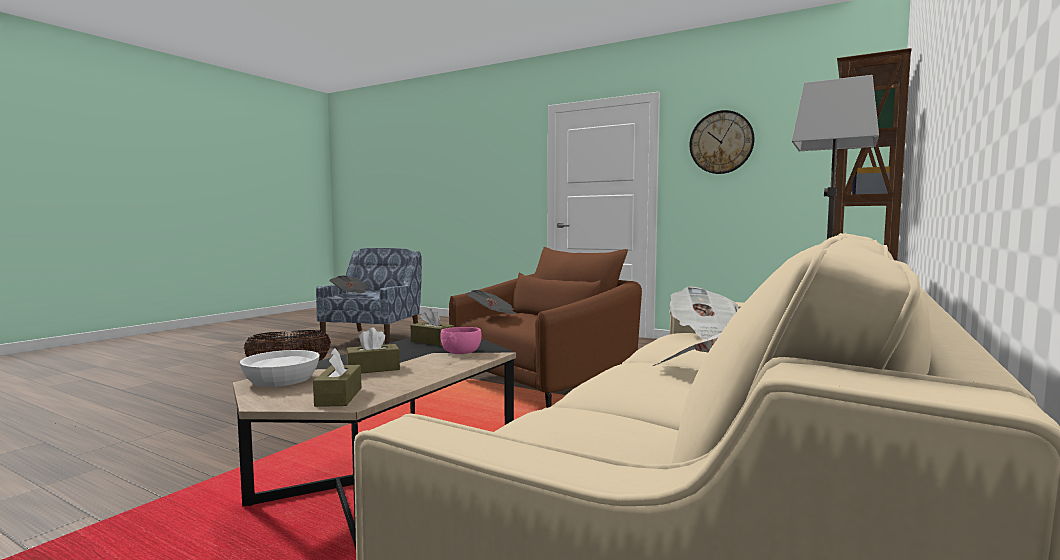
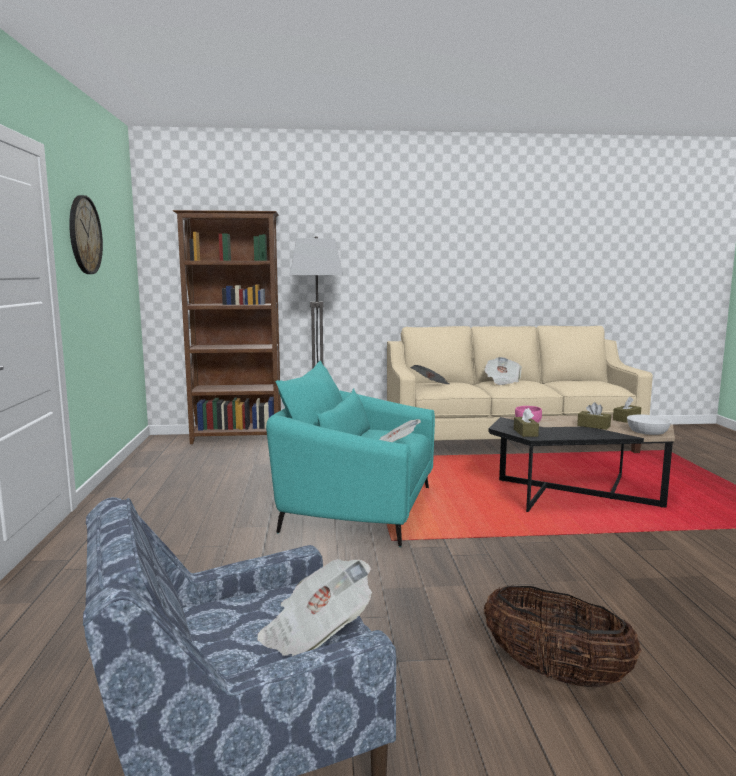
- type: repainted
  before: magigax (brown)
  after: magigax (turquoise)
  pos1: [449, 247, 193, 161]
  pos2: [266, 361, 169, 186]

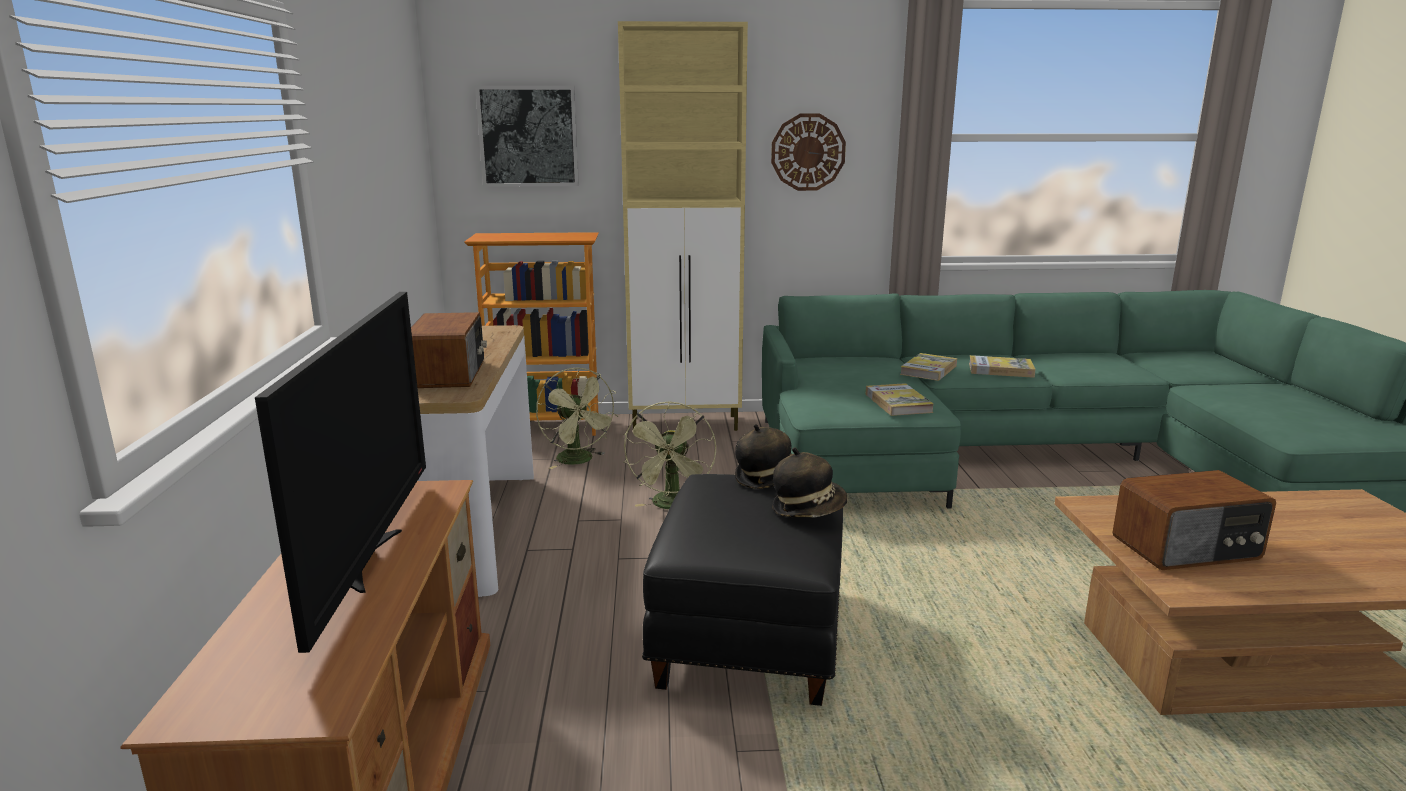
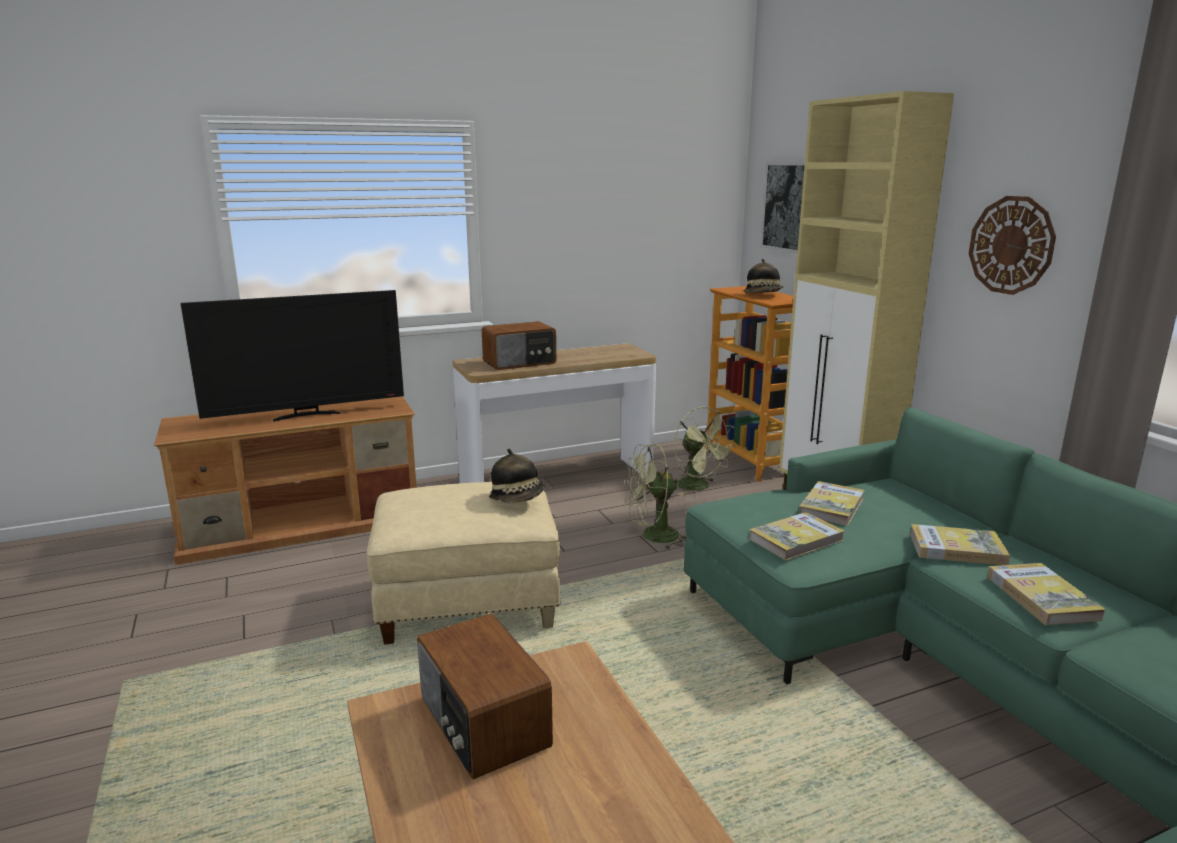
- type: new
  after: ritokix
  pos2: [799, 481, 66, 45]
- type: shifted
  before: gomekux
  pos1: [772, 447, 76, 70]
  pos2: [744, 259, 39, 34]
- type: repainted
  before: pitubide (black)
  after: pitubide (beige)
  pos1: [642, 474, 201, 232]
  pos2: [367, 482, 194, 163]
- type: rotated
  before: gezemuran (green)
  pos1: [536, 368, 82, 101]
  pos2: [674, 407, 61, 88]
  turn: -75

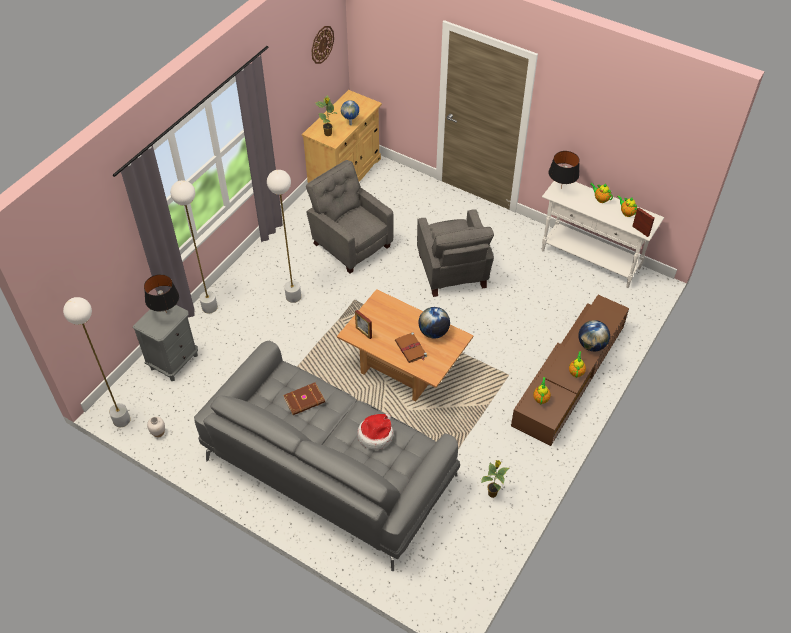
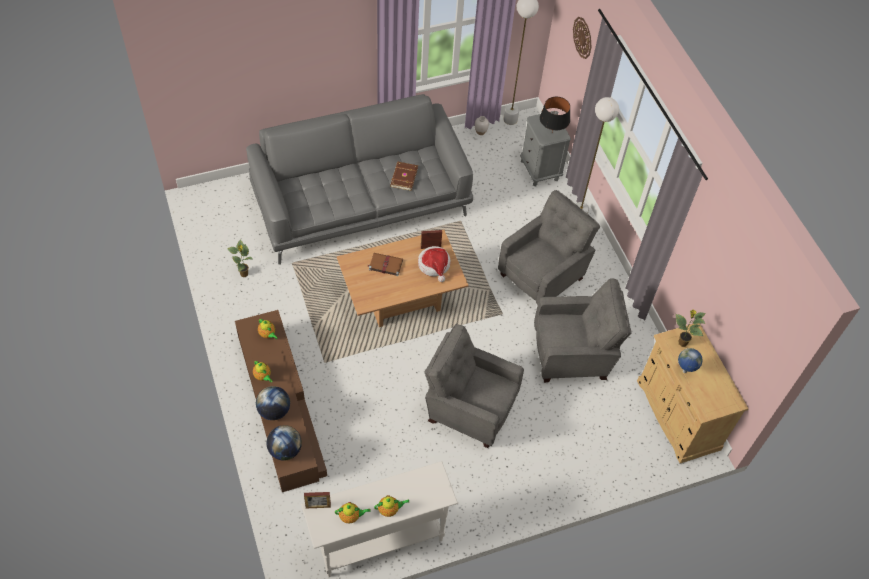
- type: gone
  before: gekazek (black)
  pos1: [549, 151, 31, 38]
- type: shifted
  before: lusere
  pos1: [311, 26, 23, 38]
  pos2: [573, 17, 19, 42]
- type: shifted
  before: gomekux
  pos1: [358, 414, 35, 36]
  pos2: [418, 246, 32, 36]
- type: shifted
  before: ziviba
  pos1: [418, 307, 32, 32]
  pos2: [267, 425, 35, 36]
- type: swapped
  before: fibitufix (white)
  after: magigax (grey)
  pos1: [267, 170, 34, 133]
  pos2: [498, 190, 102, 115]

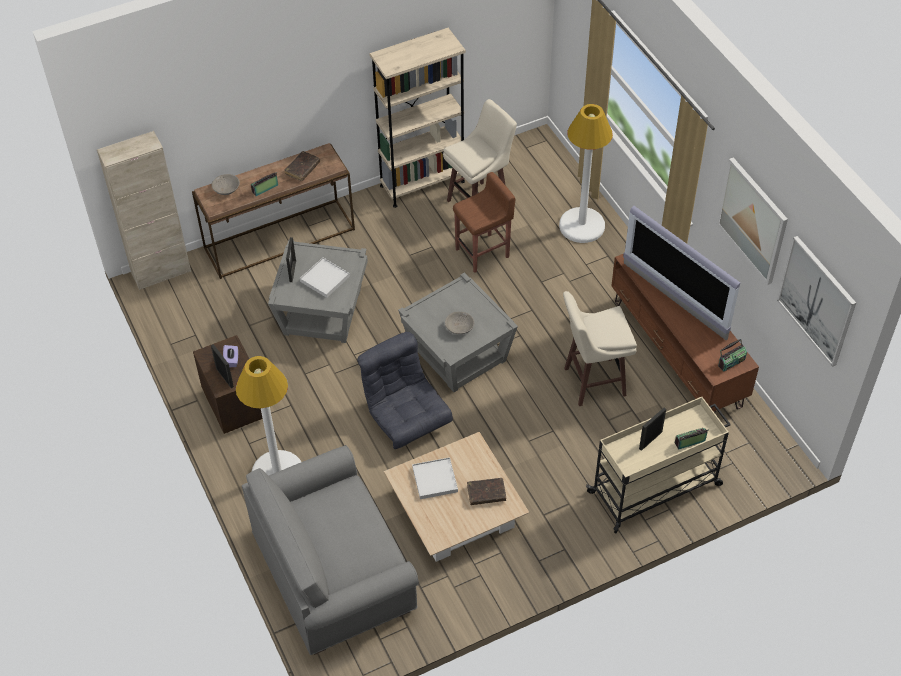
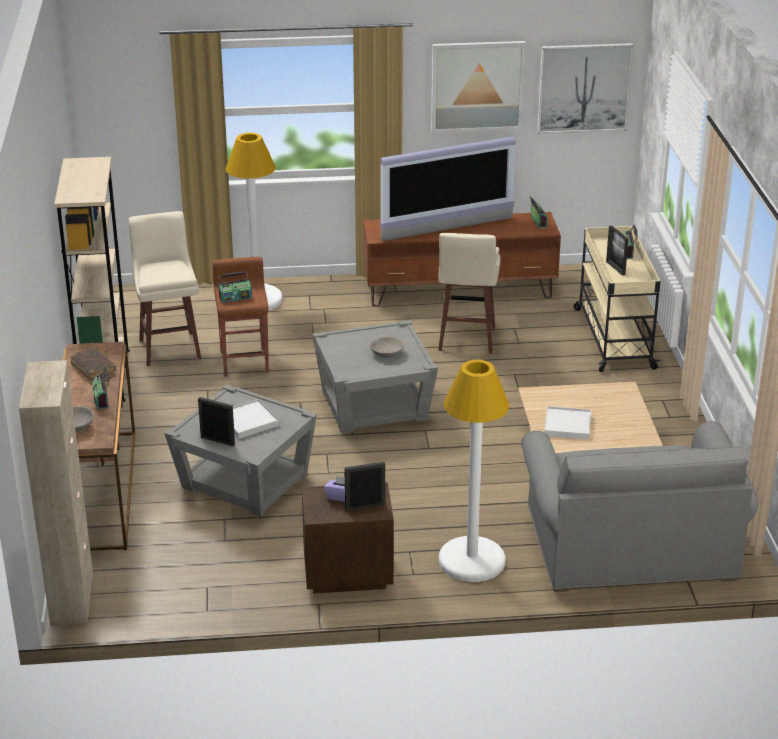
- type: gone
  before: magigax (grey)
  pos1: [357, 332, 96, 117]
- type: gone
  before: ritokix (brown)
  pos1: [467, 478, 39, 27]
- type: new
  after: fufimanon
  pos2: [218, 271, 34, 32]

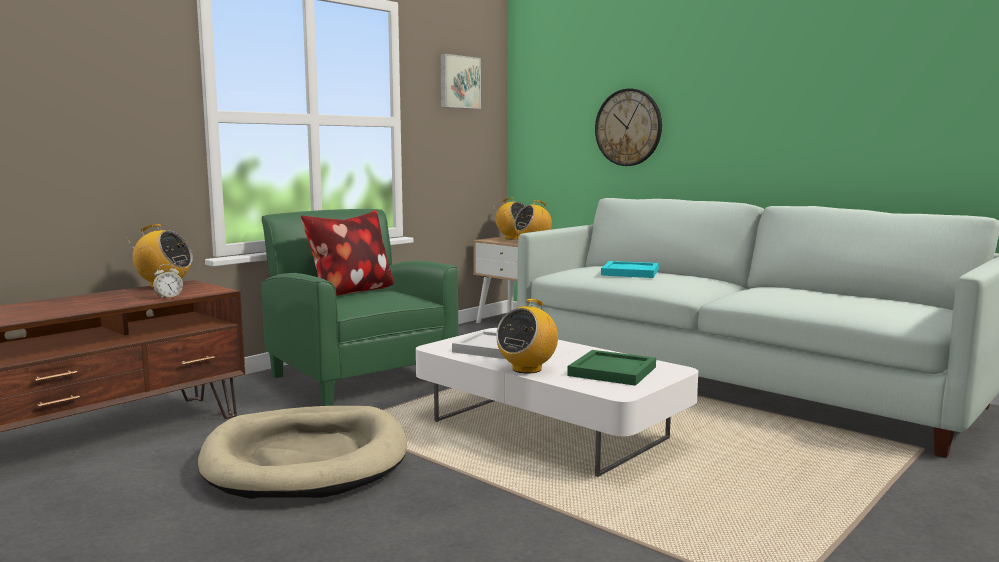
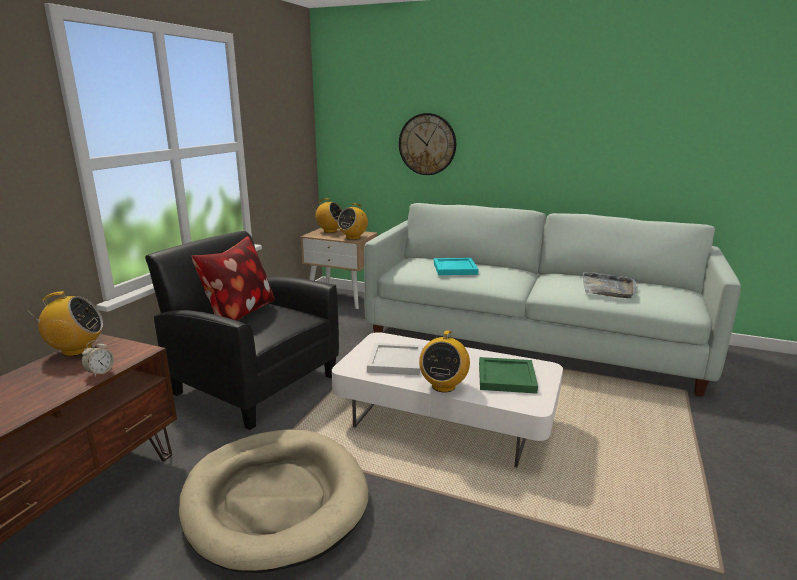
- type: gone
  before: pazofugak
  pos1: [440, 54, 41, 55]
- type: new
  after: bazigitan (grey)
  pos2: [583, 272, 54, 26]
- type: repainted
  before: magigax (green)
  after: magigax (black)
  pos1: [261, 209, 197, 197]
  pos2: [145, 231, 194, 199]

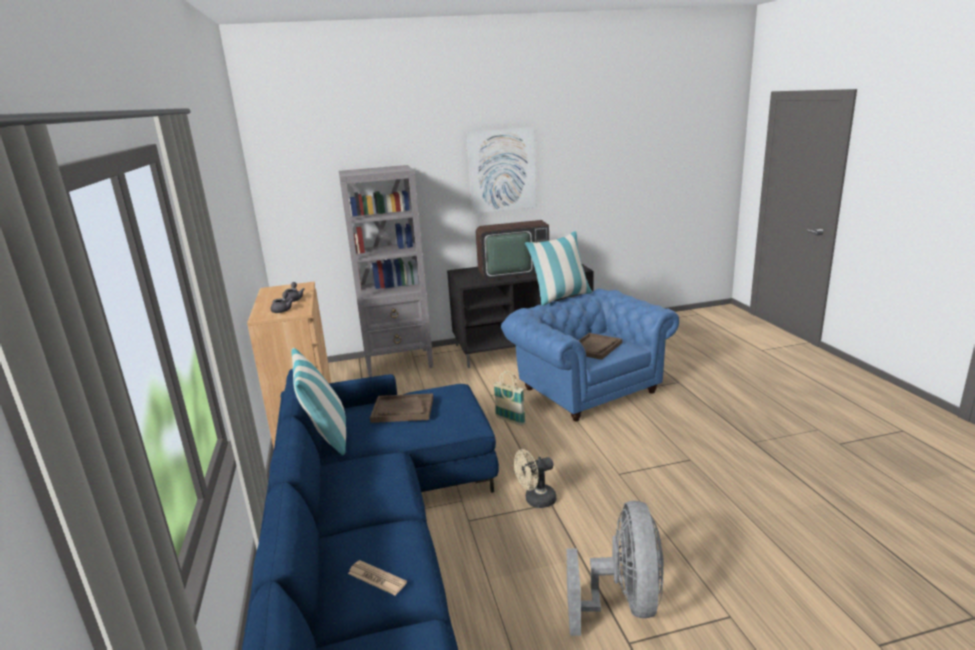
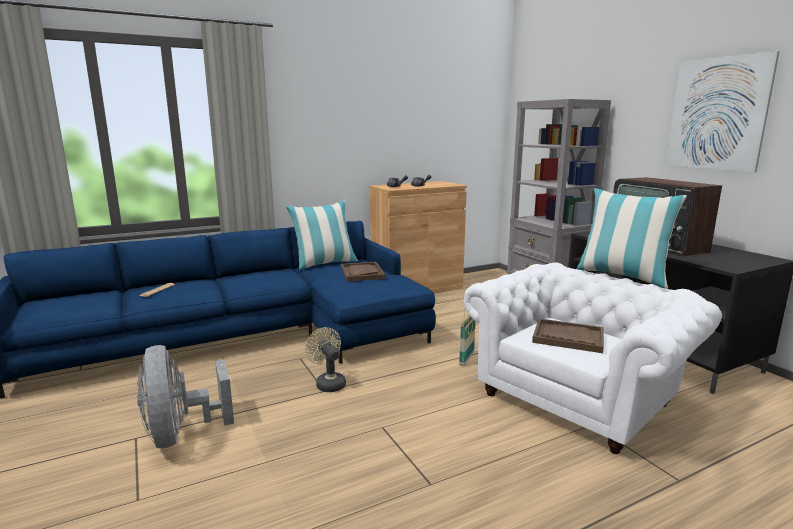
- type: repainted
  before: magigax (blue)
  after: magigax (white)
  pos1: [501, 289, 178, 132]
  pos2: [464, 263, 258, 191]
- type: rotated
  before: gezemuran (grey)
  pos1: [567, 501, 97, 135]
  pos2: [137, 345, 97, 103]
  turn: 75

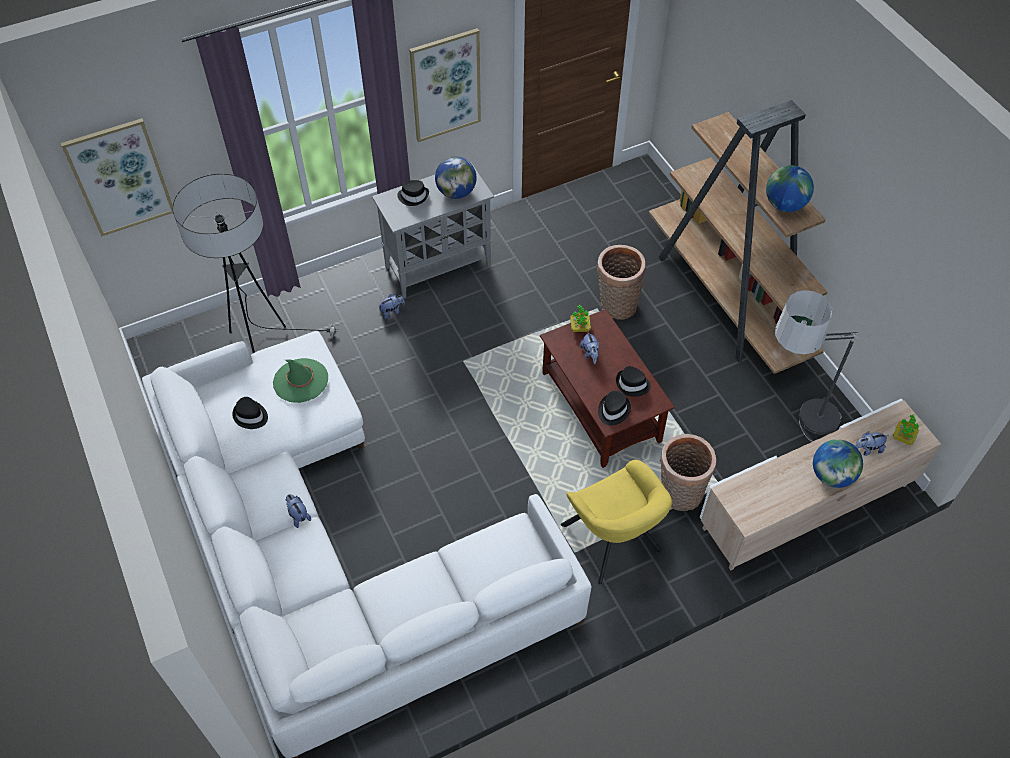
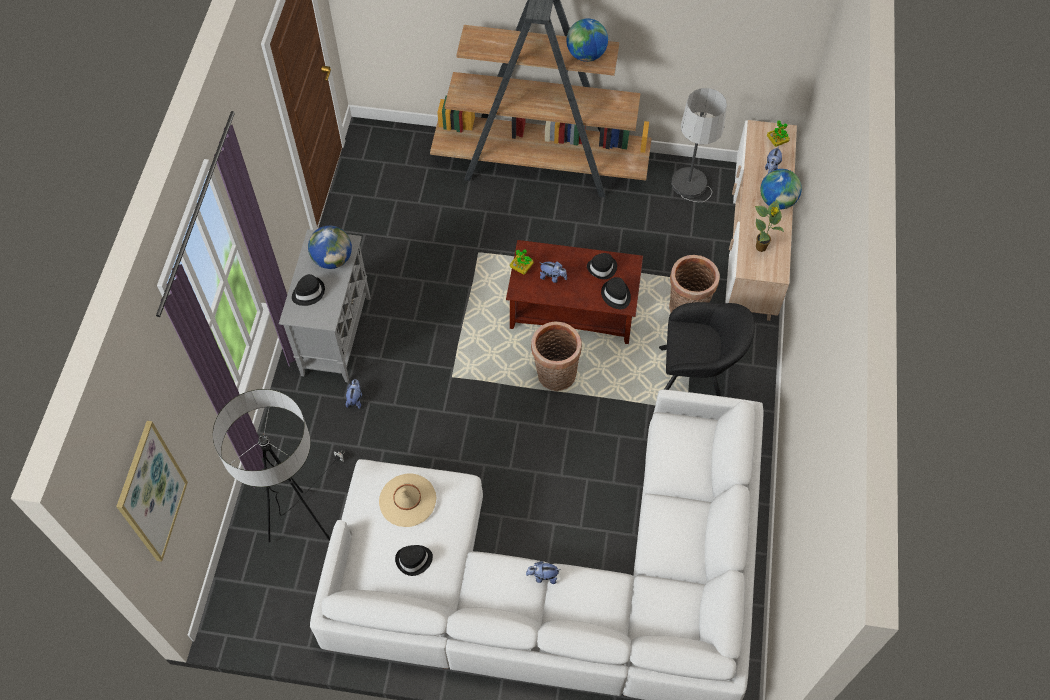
- type: gone
  before: pazofugak
  pos1: [409, 28, 72, 114]
- type: new
  after: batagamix
  pos2: [755, 200, 29, 52]
- type: shifted
  before: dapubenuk
  pos1: [597, 245, 49, 75]
  pos2: [531, 322, 51, 69]
- type: repainted
  before: gomekux (green)
  after: gomekux (beige)
  pos1: [273, 358, 55, 45]
  pos2: [379, 474, 57, 53]
- type: repainted
  before: magigax (yellow)
  after: magigax (black)
  pos1: [561, 460, 111, 124]
  pos2: [659, 302, 96, 94]

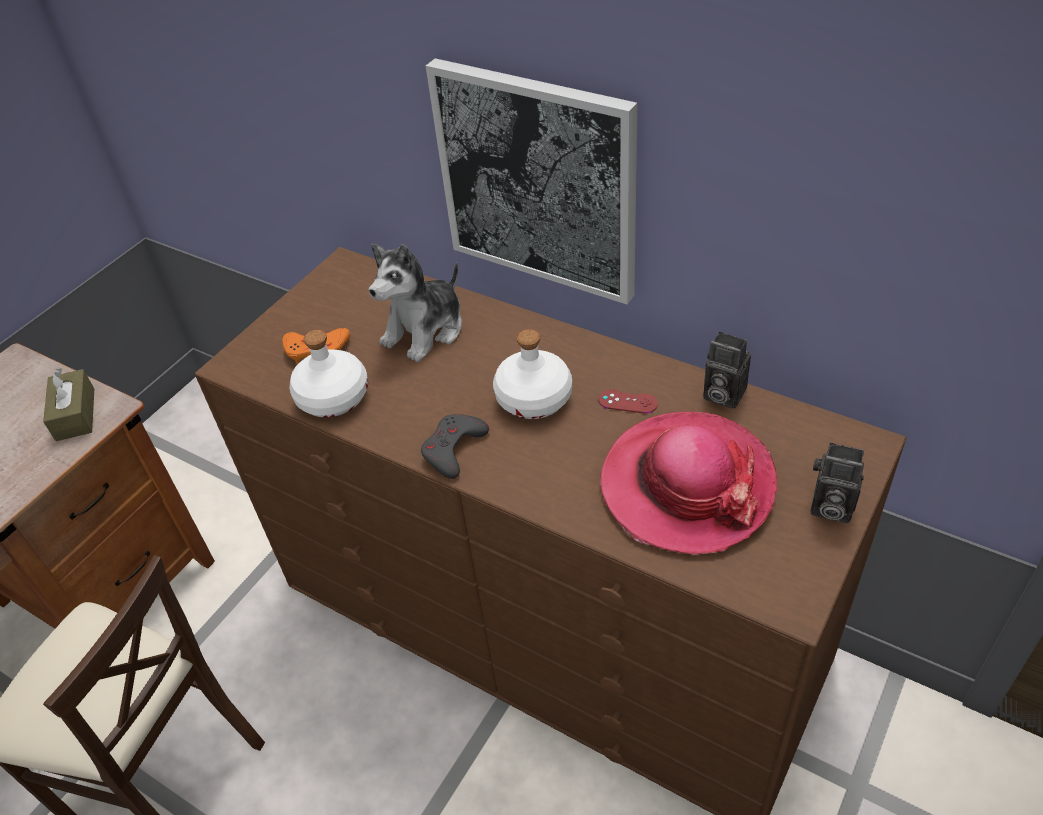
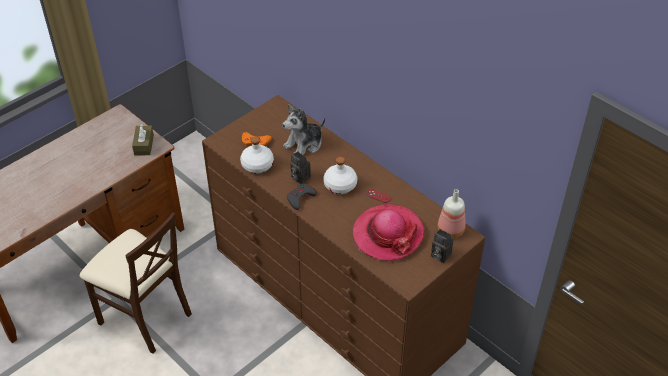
- type: gone
  before: pazofugak
  pos1: [426, 58, 211, 246]
- type: new
  after: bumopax
  pos2: [438, 189, 28, 49]
- type: shifted
  before: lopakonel
  pos1: [703, 332, 48, 77]
  pos2: [290, 151, 21, 33]

